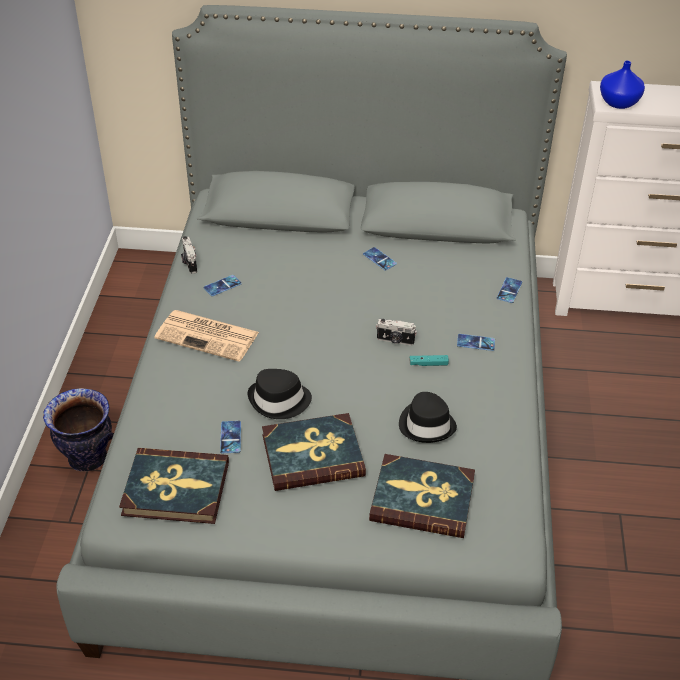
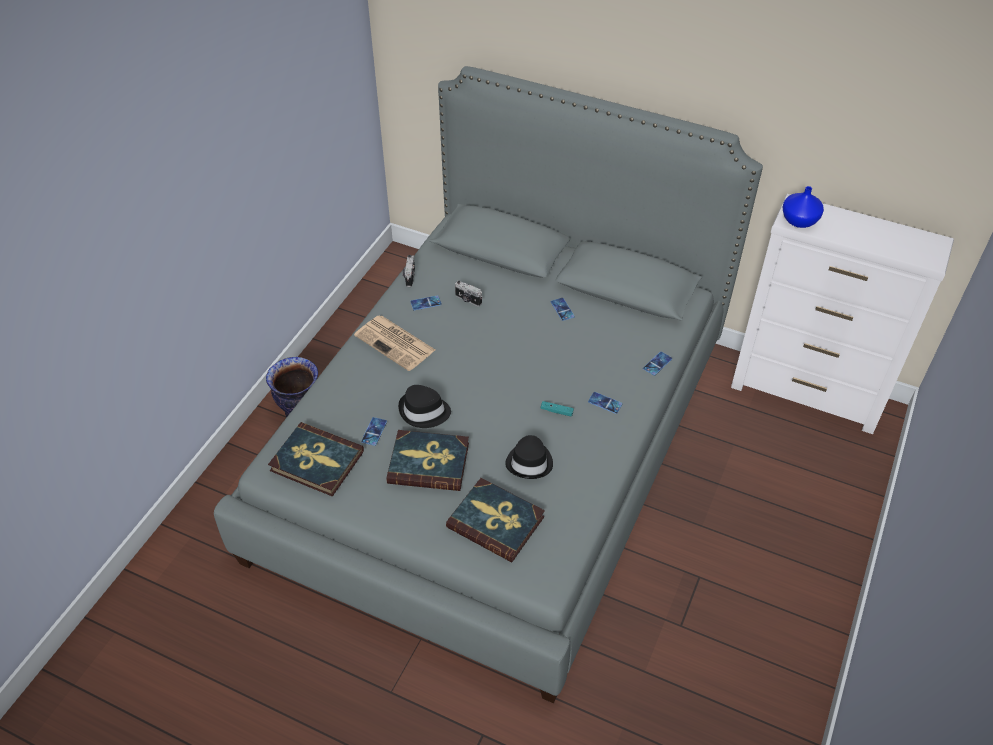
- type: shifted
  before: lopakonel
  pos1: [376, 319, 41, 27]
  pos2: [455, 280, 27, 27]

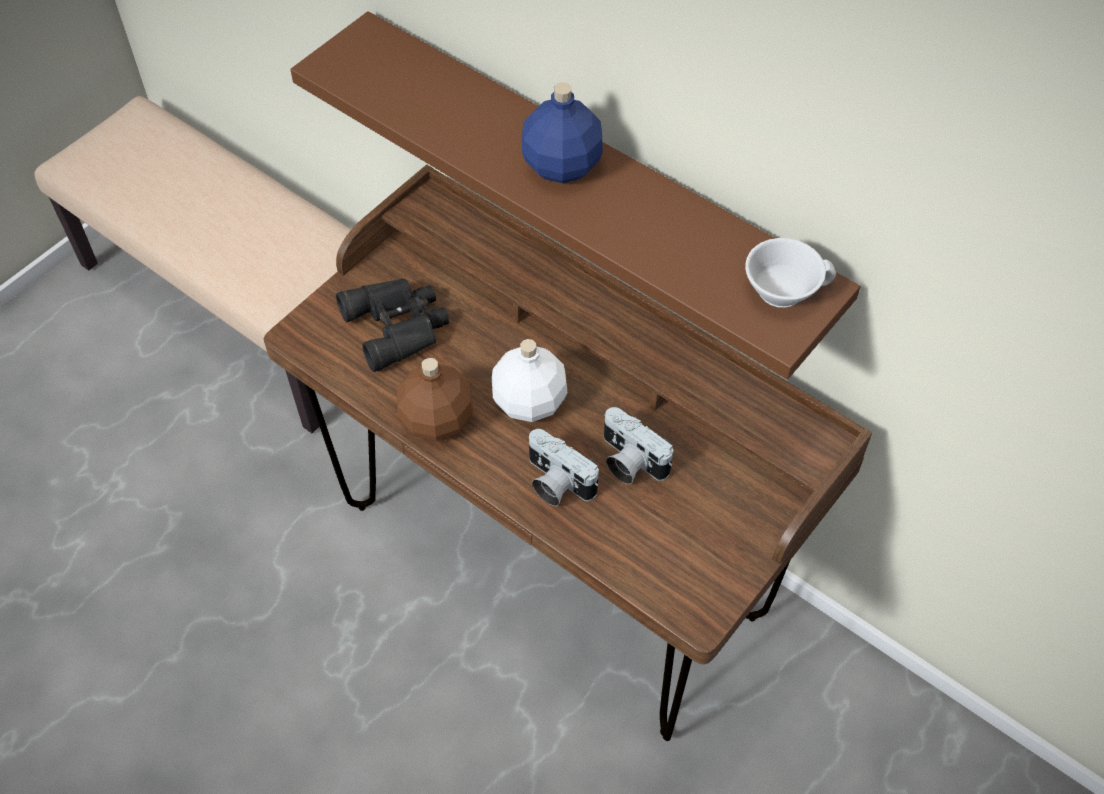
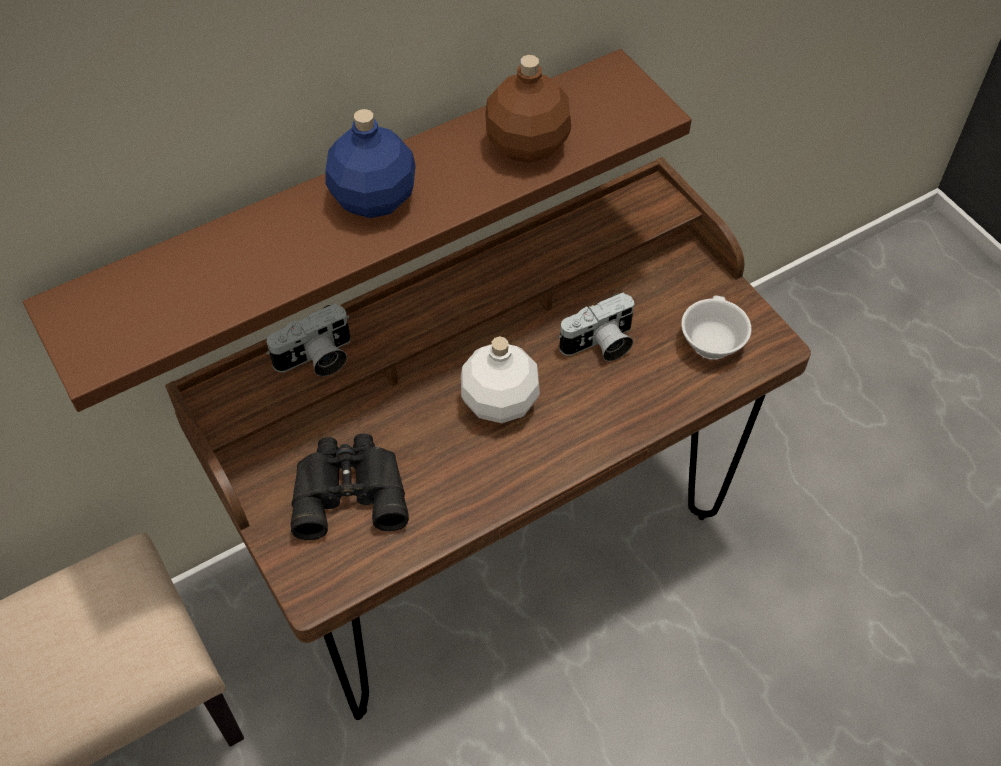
- type: shifted
  before: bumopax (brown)
  pos1: [397, 358, 76, 83]
  pos2: [485, 55, 86, 108]
- type: shifted
  before: lopakonel
  pos1: [529, 429, 70, 77]
  pos2: [266, 303, 85, 73]
- type: shifted
  before: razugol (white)
  pos1: [745, 238, 91, 70]
  pos2: [681, 296, 71, 64]

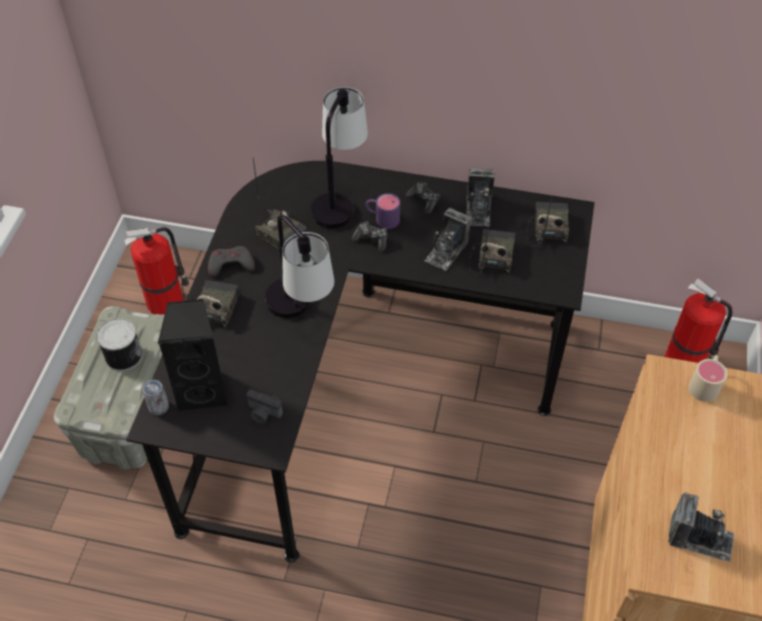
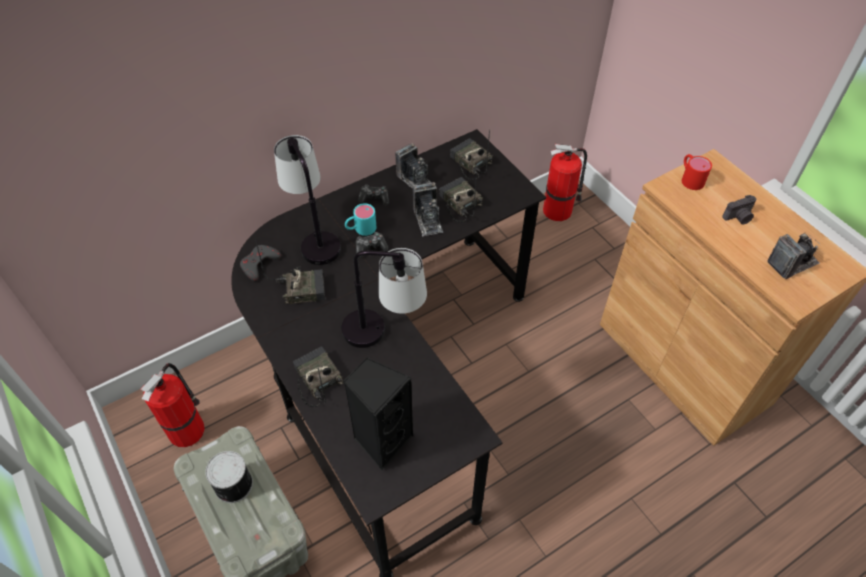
- type: gone
  before: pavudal
  pos1: [143, 380, 26, 35]
- type: shifted
  before: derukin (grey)
  pos1: [208, 246, 47, 31]
  pos2: [240, 245, 41, 36]
- type: shifted
  before: lopakonel
  pos1: [247, 389, 36, 35]
  pos2: [722, 195, 35, 30]
- type: repainted
  before: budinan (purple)
  after: budinan (turquoise)
  pos1: [366, 193, 34, 36]
  pos2: [345, 203, 32, 33]
- type: repainted
  before: budinan (beige)
  after: budinan (red)
  pos1: [689, 355, 39, 47]
  pos2: [682, 154, 30, 36]

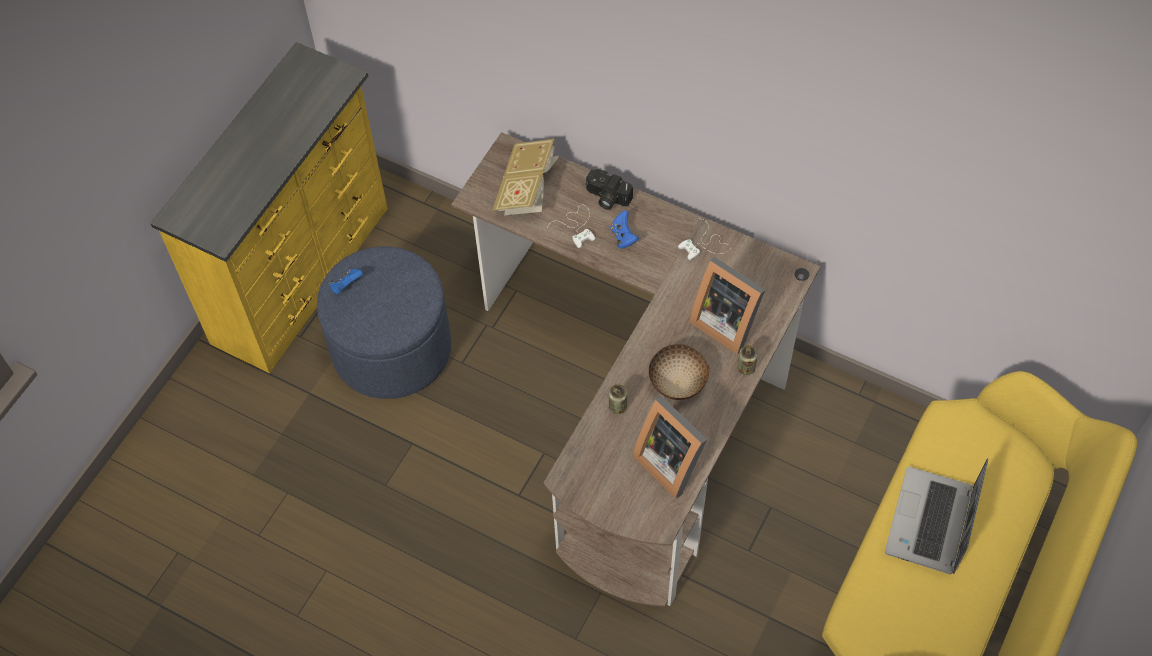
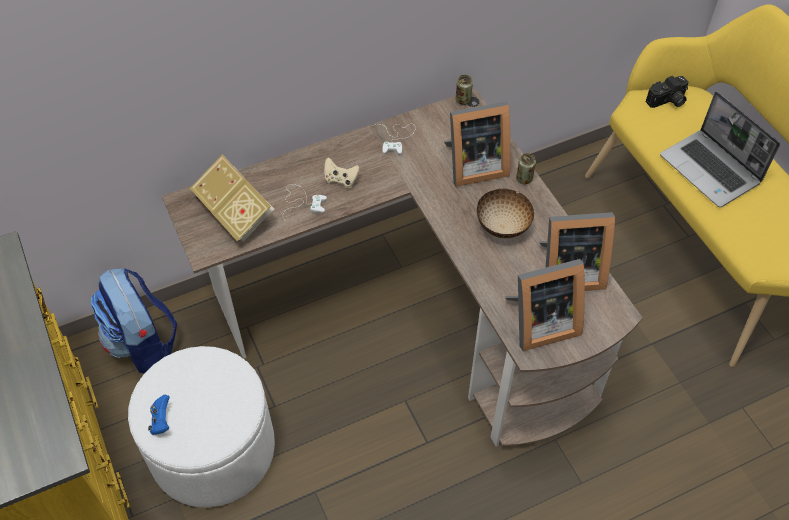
- type: new
  after: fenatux
  pos2: [91, 268, 86, 105]
- type: new
  after: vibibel
  pos2: [505, 259, 80, 92]
- type: shifted
  before: lopakonel
  pos1: [585, 169, 48, 41]
  pos2: [646, 76, 43, 32]
- type: shifted
  before: pavudal
  pos1: [609, 384, 18, 30]
  pos2: [456, 75, 17, 30]
- type: repainted
  before: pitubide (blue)
  after: pitubide (white)
  pos1: [317, 246, 134, 153]
  pos2: [128, 346, 147, 162]
- type: repainted
  before: derukin (blue)
  after: derukin (beige)
  pos1: [610, 210, 29, 39]
  pos2: [324, 157, 36, 31]

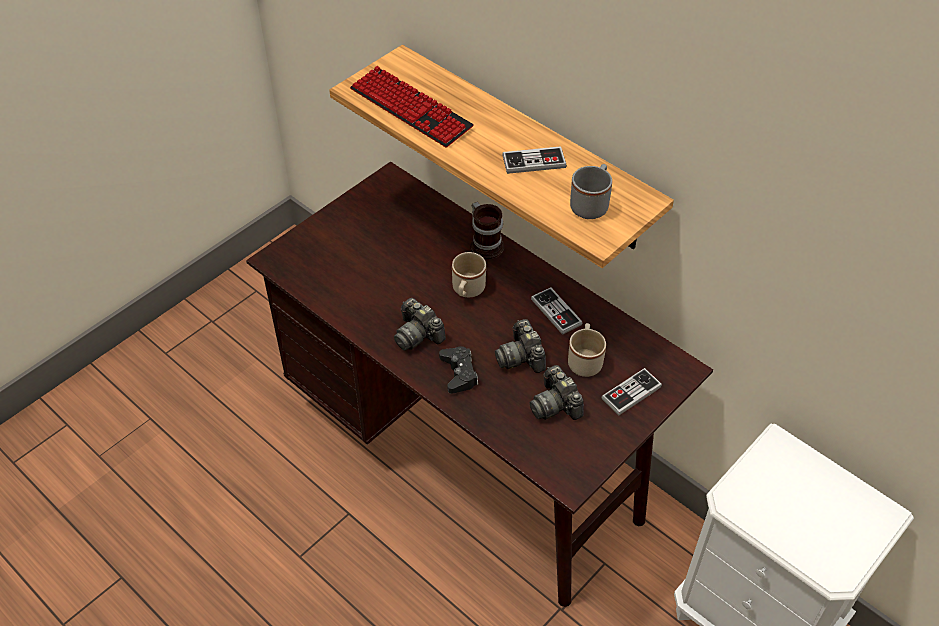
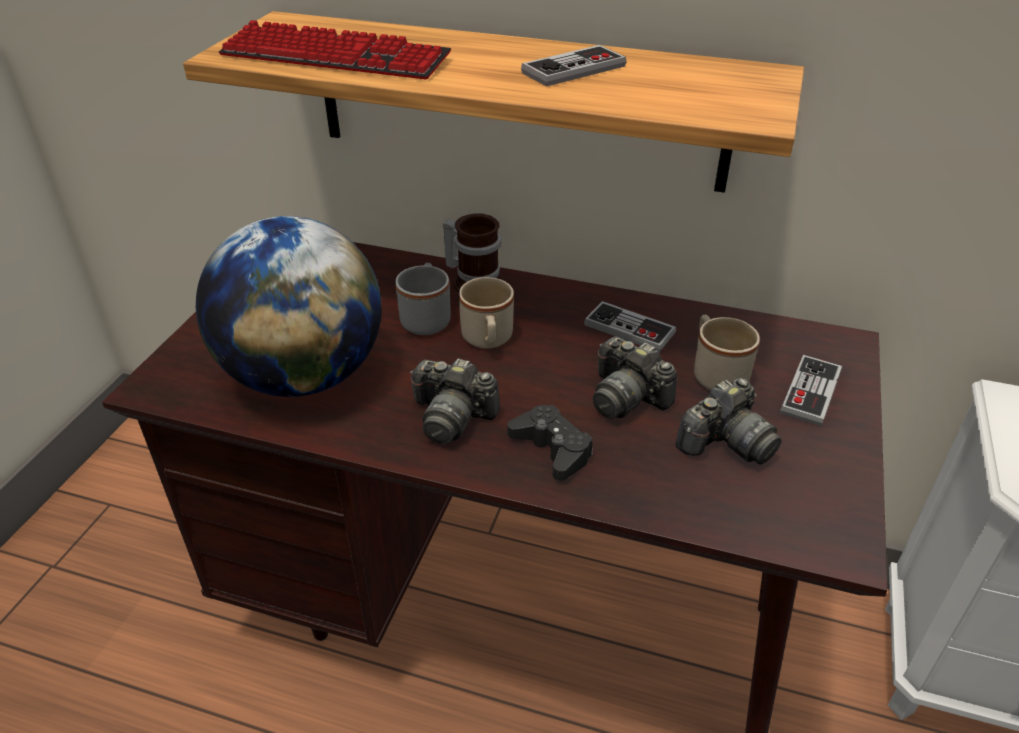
- type: new
  after: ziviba
  pos2: [196, 216, 186, 181]
- type: shifted
  before: budinan (grey)
  pos1: [570, 164, 42, 55]
  pos2: [395, 263, 56, 72]
- type: rotated
  before: lopakonel
  pos1: [530, 365, 54, 55]
  pos2: [675, 378, 107, 86]
  turn: -75

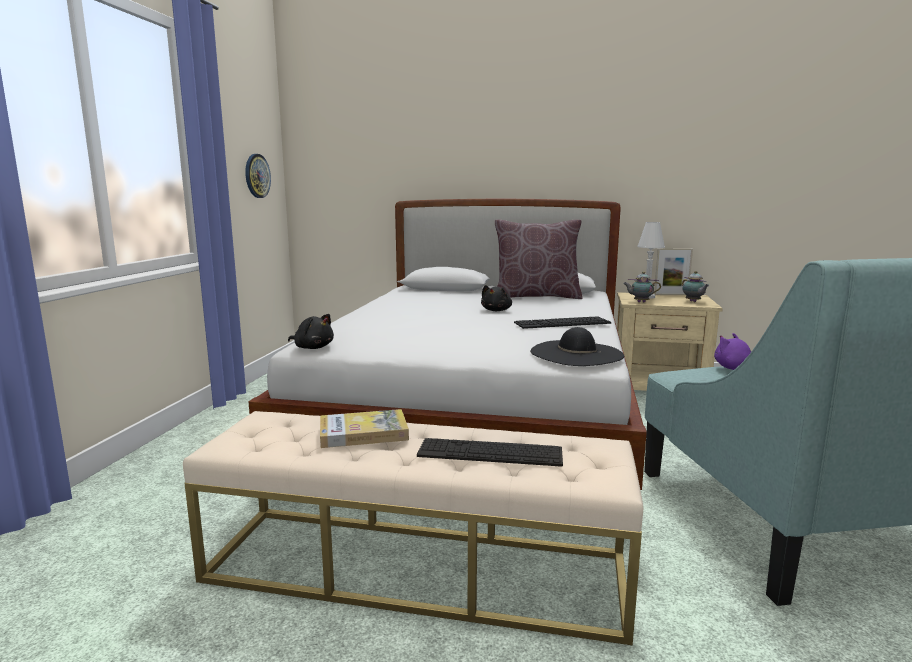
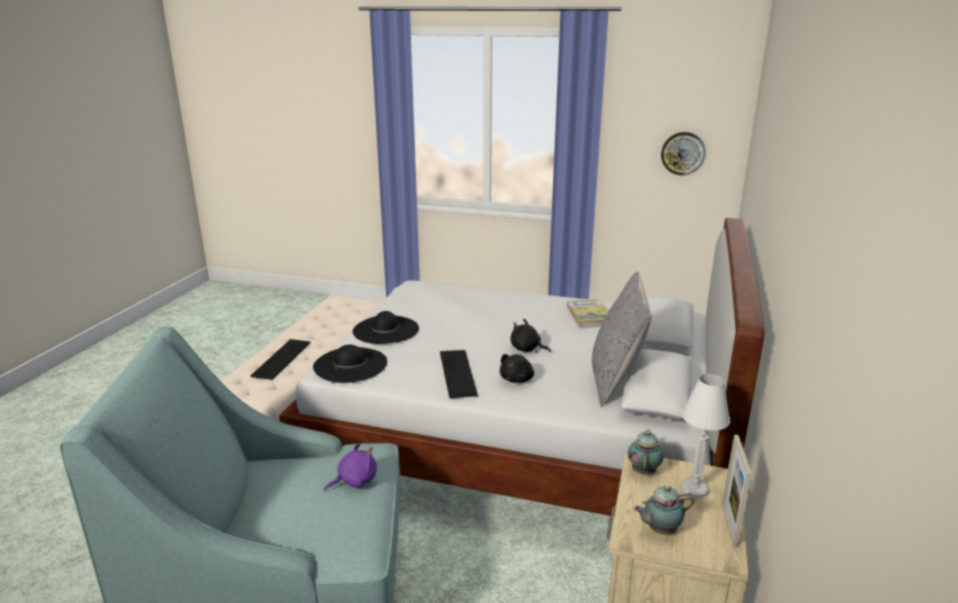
- type: new
  after: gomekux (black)
  pos2: [353, 311, 66, 33]
- type: shifted
  before: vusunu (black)
  pos1: [288, 314, 46, 35]
  pos2: [500, 354, 34, 29]
- type: shifted
  before: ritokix
  pos1: [320, 409, 89, 39]
  pos2: [567, 299, 41, 29]
- type: repainted
  before: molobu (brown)
  after: molobu (grey)
  pos1: [495, 220, 88, 79]
  pos2: [592, 272, 60, 135]

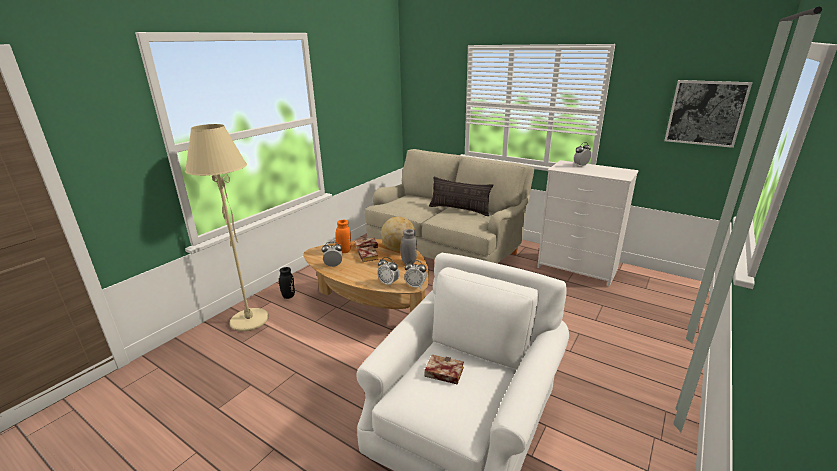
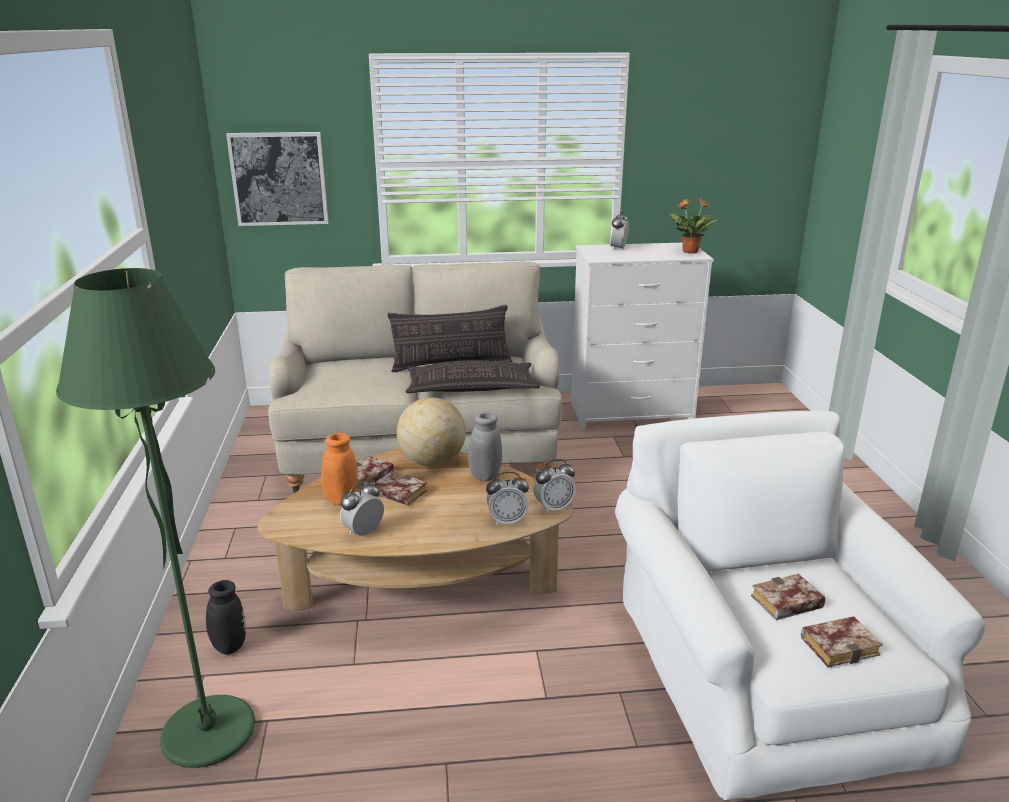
- type: new
  after: molobu
  pos2: [406, 360, 134, 33]
- type: new
  after: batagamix
  pos2: [670, 198, 47, 55]
- type: new
  after: ritokix
  pos2: [801, 616, 82, 51]
- type: shifted
  before: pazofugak
  pos1: [664, 80, 88, 68]
  pos2: [226, 132, 103, 94]
- type: repainted
  before: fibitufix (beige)
  after: fibitufix (green)
  pos1: [185, 124, 84, 207]
  pos2: [56, 268, 199, 500]

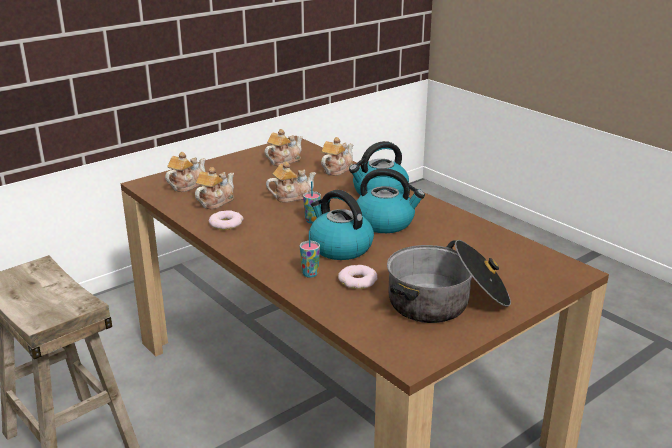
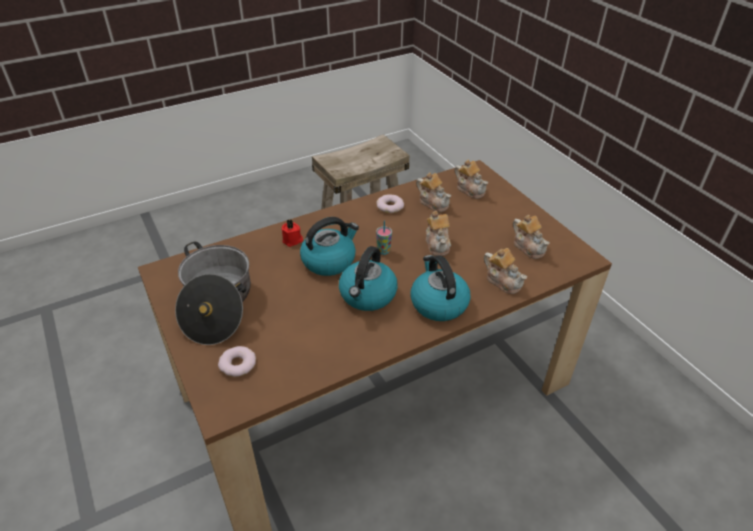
- type: shifted
  before: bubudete
  pos1: [338, 265, 39, 24]
  pos2: [218, 346, 38, 31]
- type: swapped
  before: razugol
  after: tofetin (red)
  pos1: [300, 230, 20, 48]
  pos2: [282, 219, 21, 28]

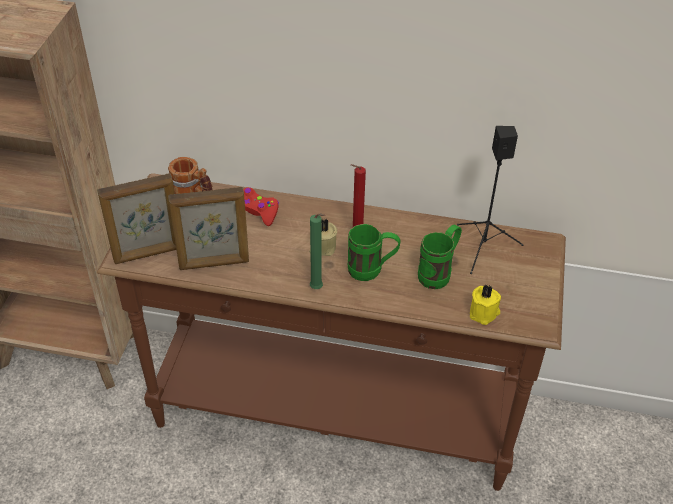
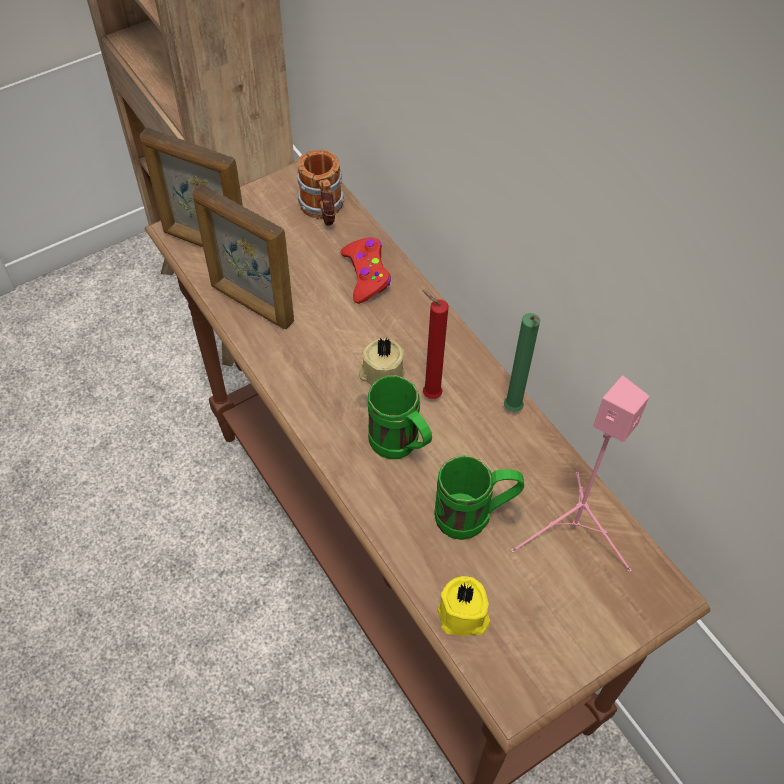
- type: shifted
  before: tofetin (green)
  pos1: [310, 213, 15, 76]
  pos2: [504, 313, 36, 99]
- type: repainted
  before: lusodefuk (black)
  after: lusodefuk (pink)
  pos1: [457, 126, 67, 148]
  pos2: [511, 376, 138, 196]

